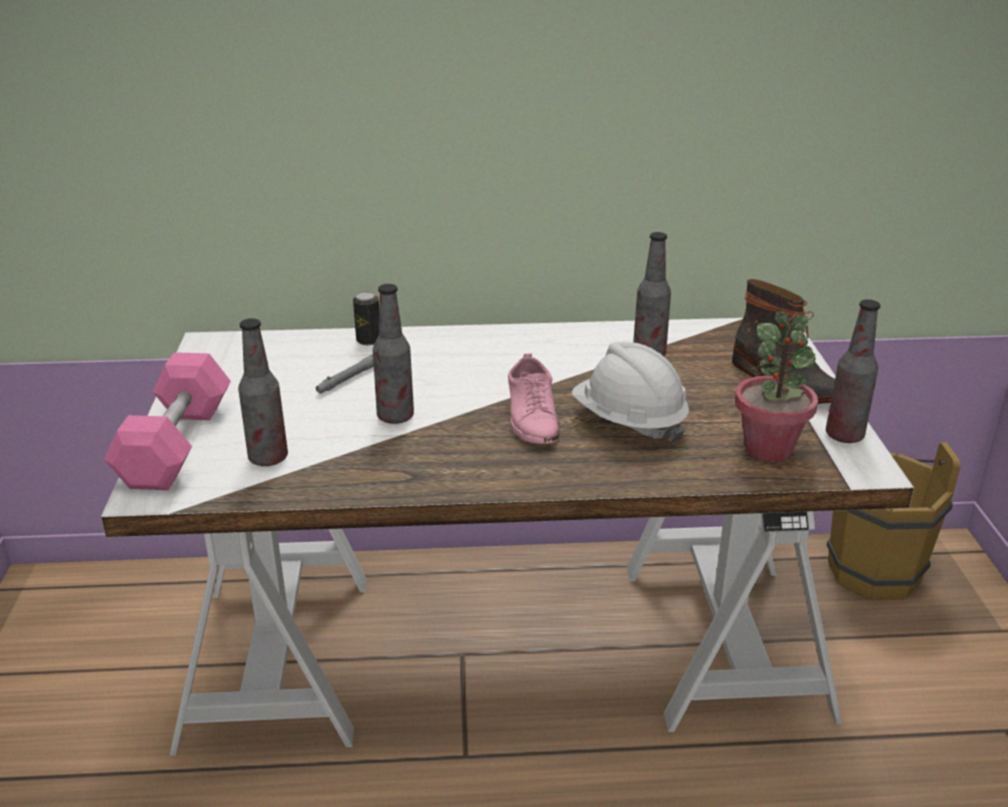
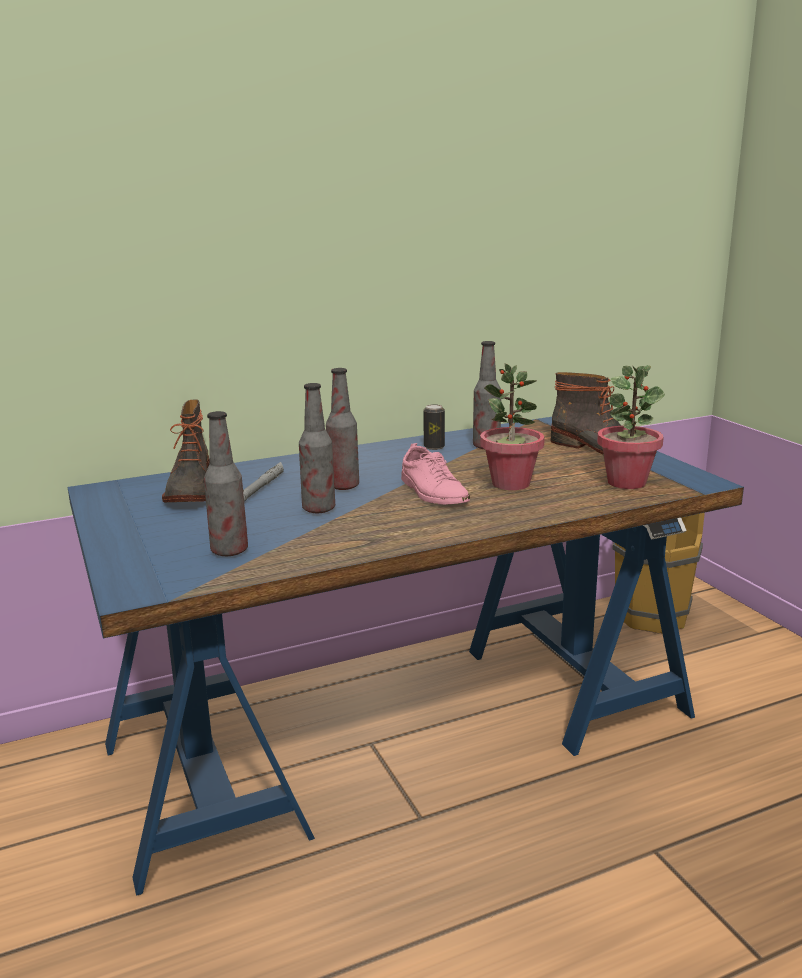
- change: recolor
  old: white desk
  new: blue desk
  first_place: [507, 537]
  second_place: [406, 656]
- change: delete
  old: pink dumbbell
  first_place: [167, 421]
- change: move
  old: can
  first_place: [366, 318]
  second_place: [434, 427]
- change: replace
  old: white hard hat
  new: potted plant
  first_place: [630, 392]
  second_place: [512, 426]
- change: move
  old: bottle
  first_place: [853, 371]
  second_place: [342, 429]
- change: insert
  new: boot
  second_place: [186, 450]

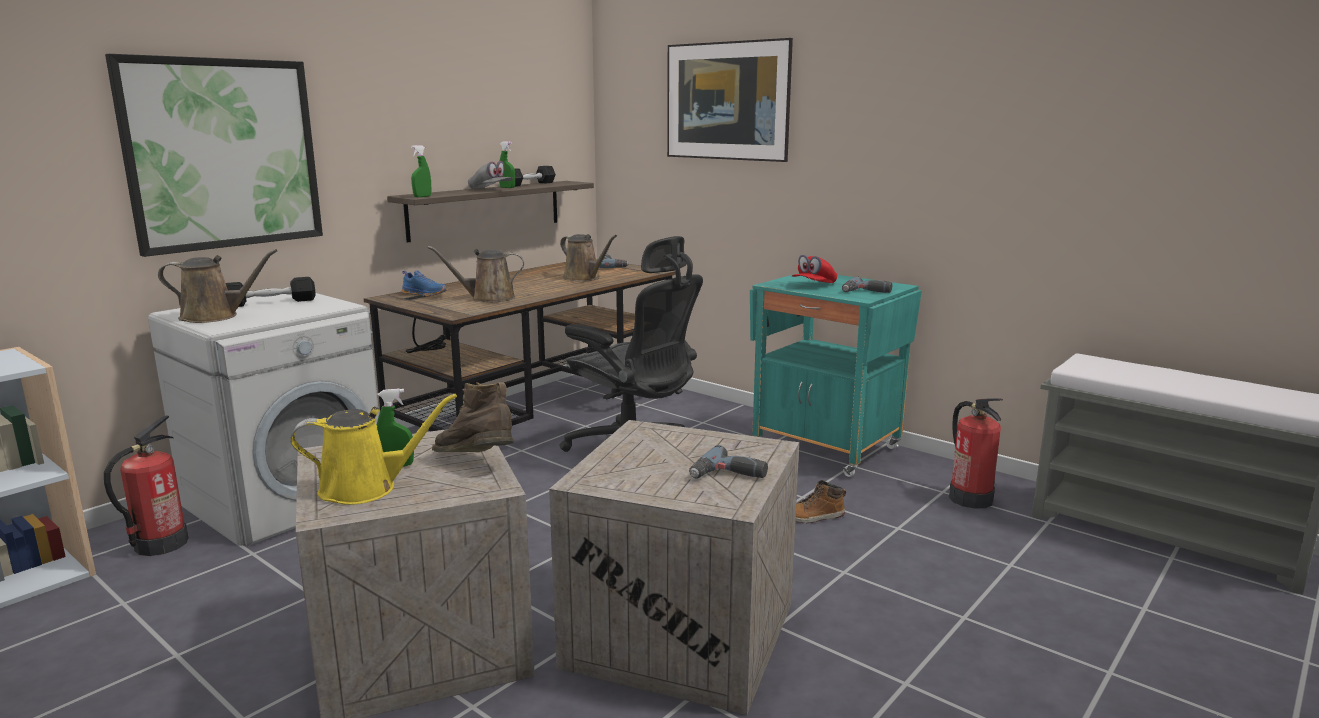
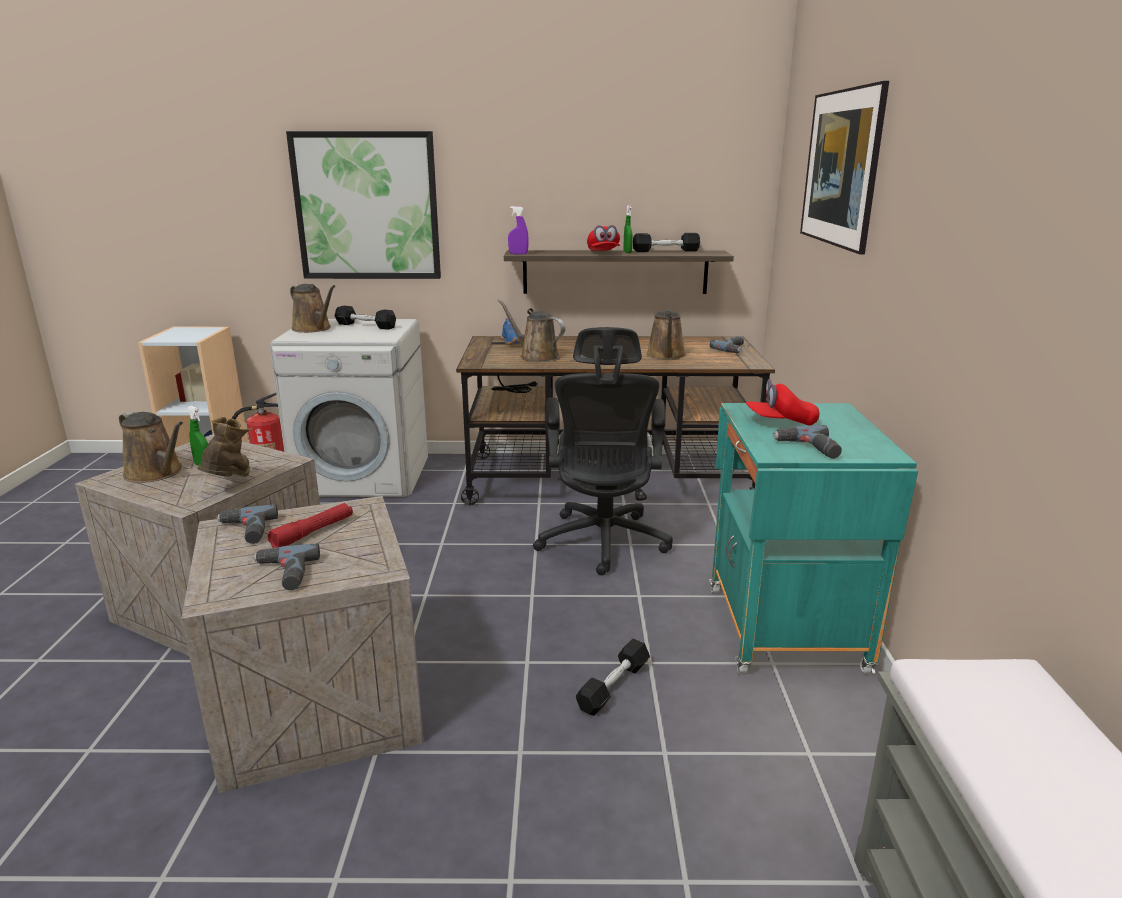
- change: recolor
  old: yellow watering can
  new: brown watering can
  first_place: [373, 449]
  second_place: [151, 447]
- change: recolor
  old: green spray bottle
  new: purple spray bottle
  first_place: [421, 171]
  second_place: [518, 230]
- change: recolor
  old: grey cap
  new: red cap
  first_place: [490, 175]
  second_place: [603, 238]
- change: replace
  old: boot
  new: black dumbbell
  first_place: [820, 501]
  second_place: [613, 677]
- change: delete
  old: fire extinguisher
  first_place: [976, 453]
- change: insert
  new: power drill
  second_place: [247, 524]
- change: insert
  new: red flashlight
  second_place: [310, 525]

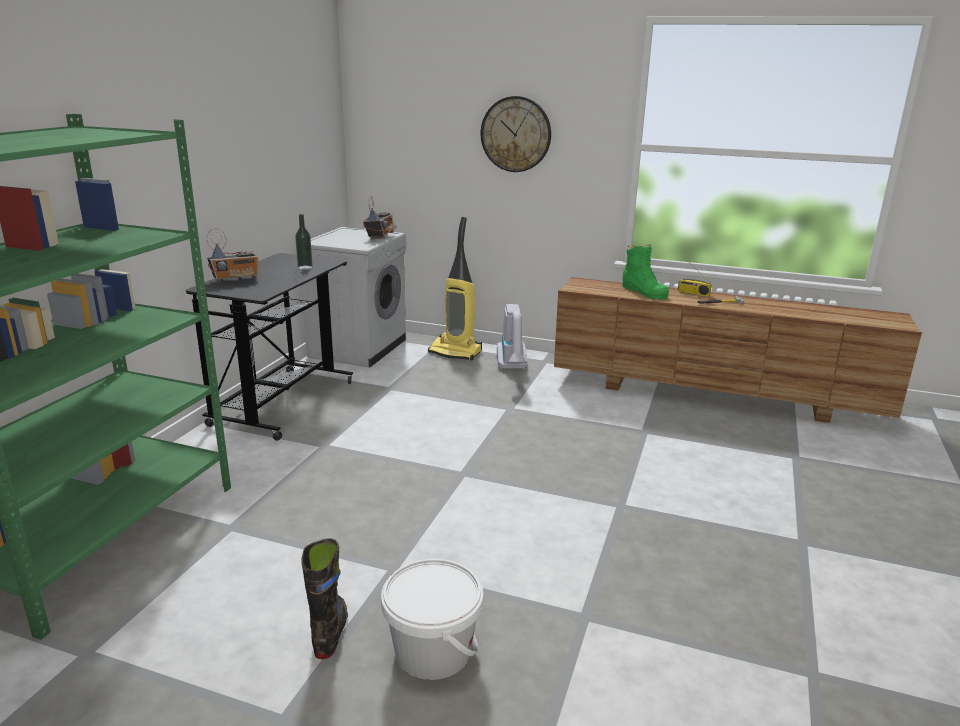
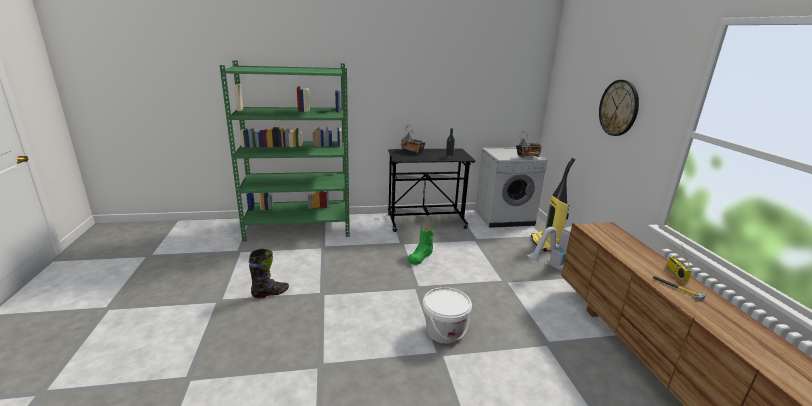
- change: move
  old: white bucket
  first_place: [432, 619]
  second_place: [447, 315]
- change: move
  old: green boot
  first_place: [645, 272]
  second_place: [421, 246]

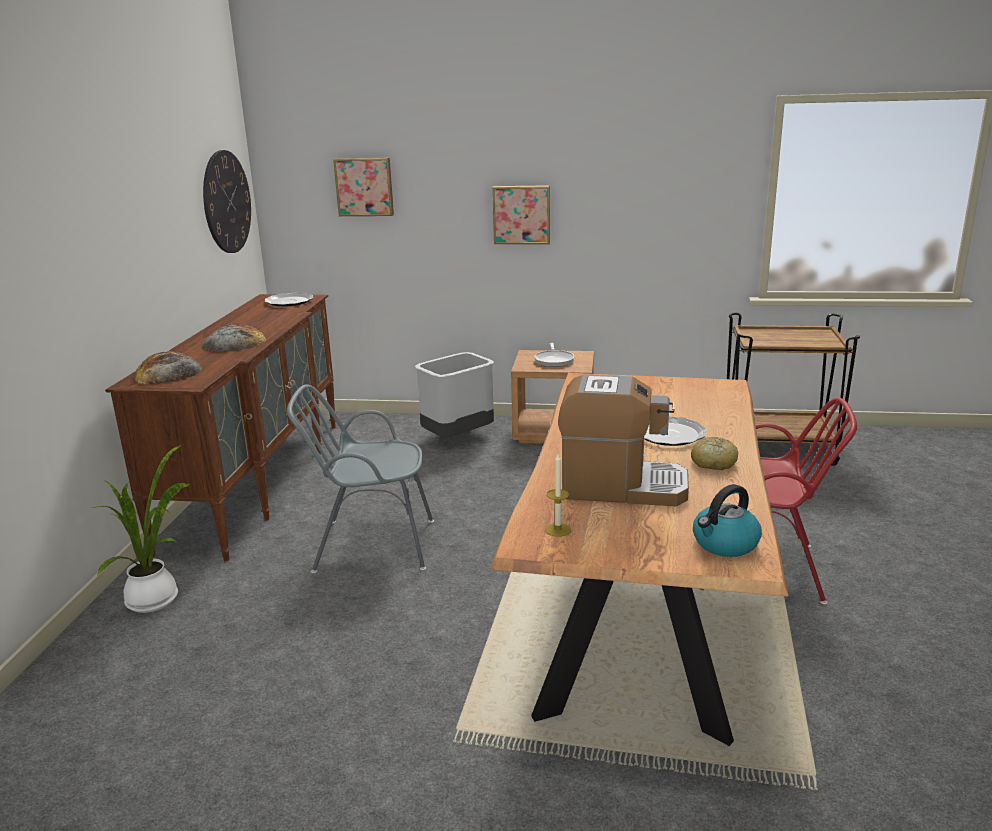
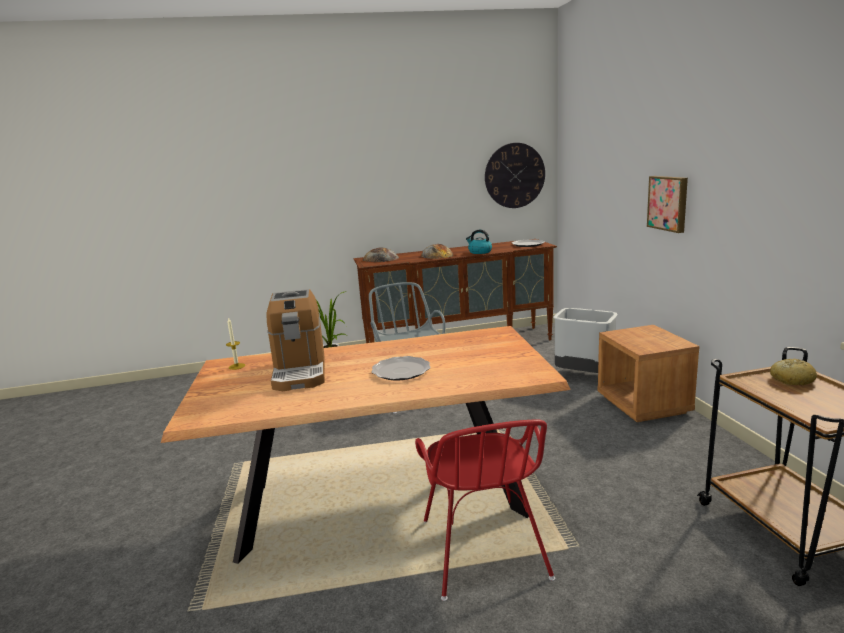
- change: delete
  old: picture
  first_place: [363, 187]
- change: delete
  old: frying pan
  first_place: [554, 355]
- change: move
  old: bread
  first_place: [714, 453]
  second_place: [793, 372]
- change: move
  old: kettle
  first_place: [727, 520]
  second_place: [479, 242]

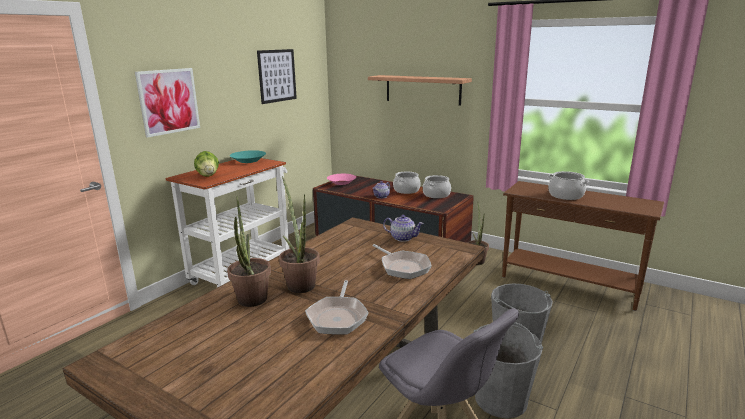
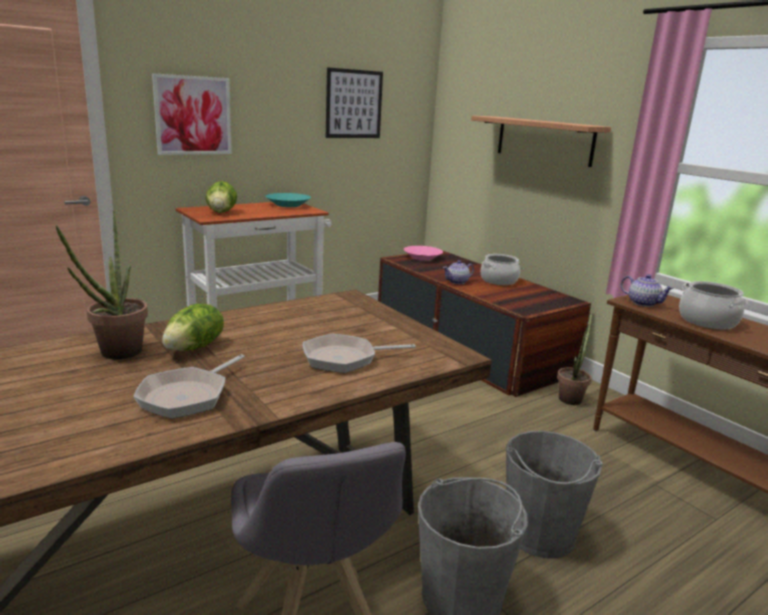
- change: replace
  old: potted plant
  new: lettuce
  first_place: [299, 234]
  second_place: [193, 327]
- change: rotate
  old: frying pan
  first_place: [401, 261]
  second_place: [359, 353]
  degrees: 90
- change: move
  old: teapot
  first_place: [403, 228]
  second_place: [647, 290]
- change: delete
  old: cooking pot
  first_place: [437, 186]

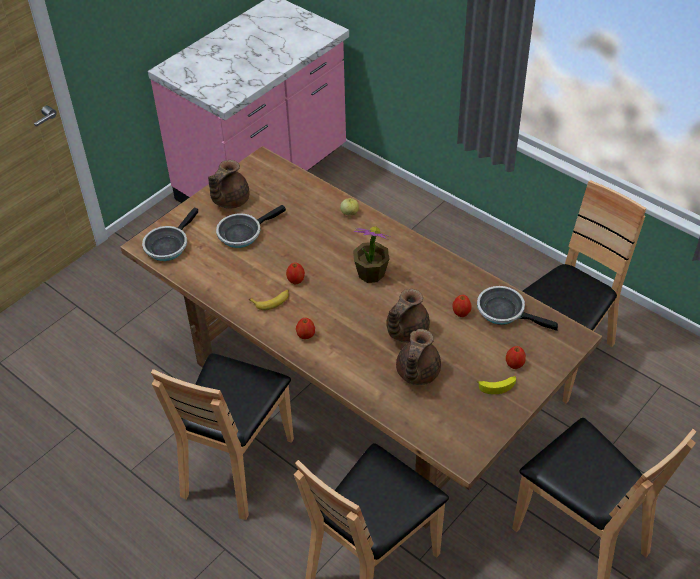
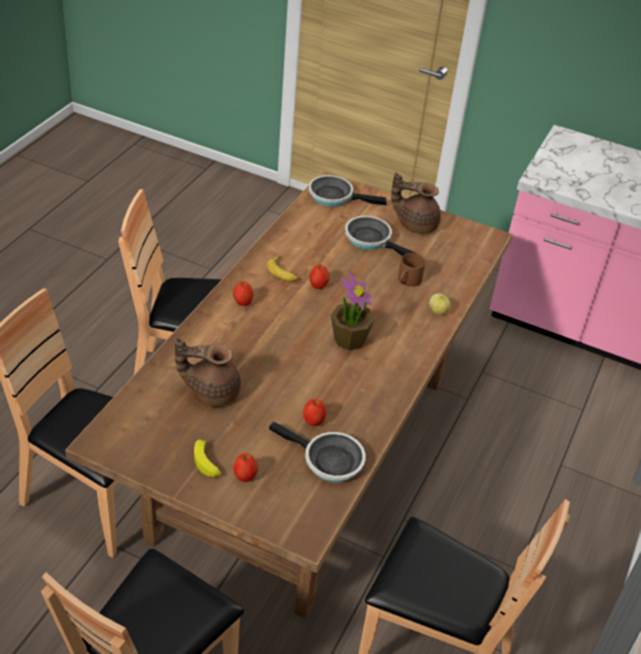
- change: delete
  old: brown teapot
  first_place: [408, 316]
- change: rotate
  old: frying pan
  first_place: [517, 308]
  second_place: [317, 452]
  degrees: 105
- change: insert
  new: brown mug
  second_place: [411, 270]

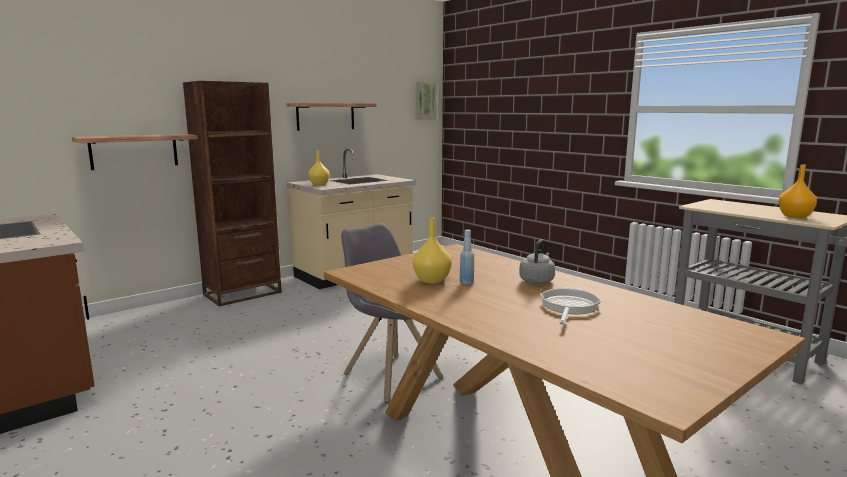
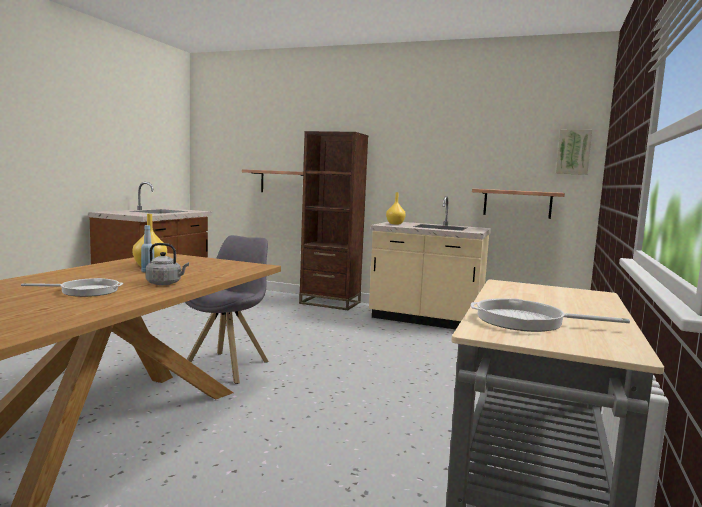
- change: move
  old: shelf
  first_place: [331, 117]
  second_place: [518, 204]
- change: replace
  old: orange vase
  new: frying pan
  first_place: [797, 191]
  second_place: [550, 315]

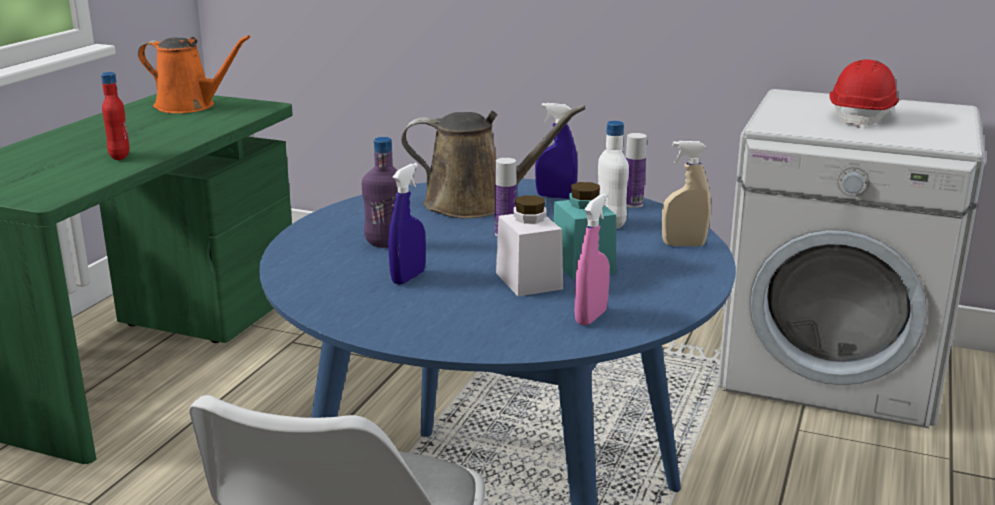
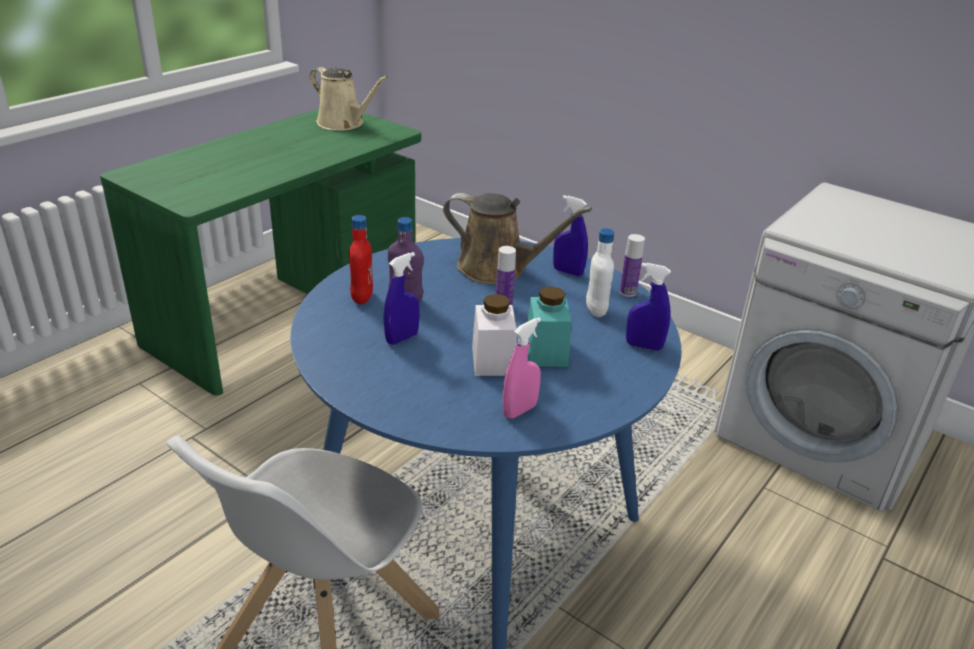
- change: move
  old: red bottle
  first_place: [115, 116]
  second_place: [361, 259]
- change: recolor
  old: orange watering can
  new: beige watering can
  first_place: [194, 74]
  second_place: [349, 99]
- change: recolor
  old: beige spray bottle
  new: blue spray bottle
  first_place: [686, 193]
  second_place: [648, 307]
- change: delete
  old: red hard hat
  first_place: [864, 93]

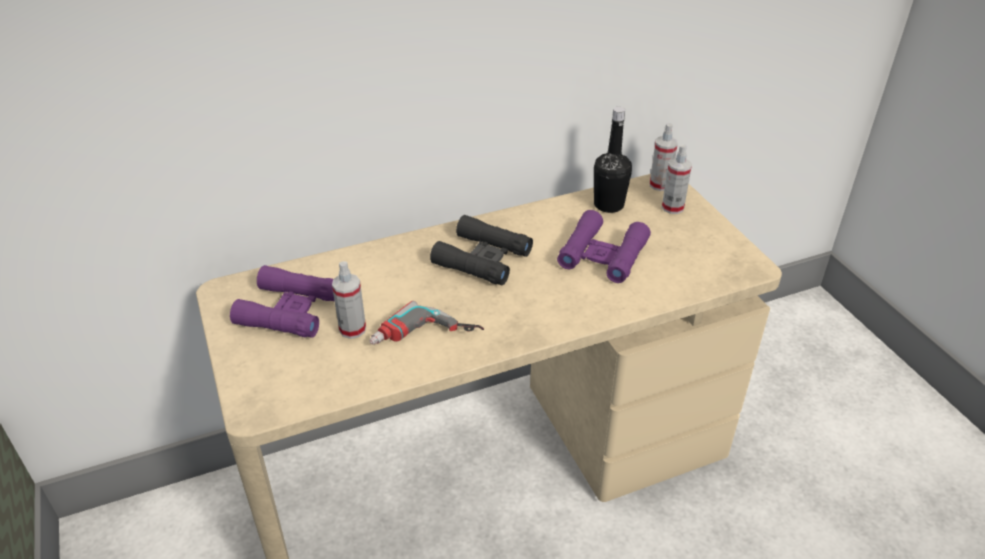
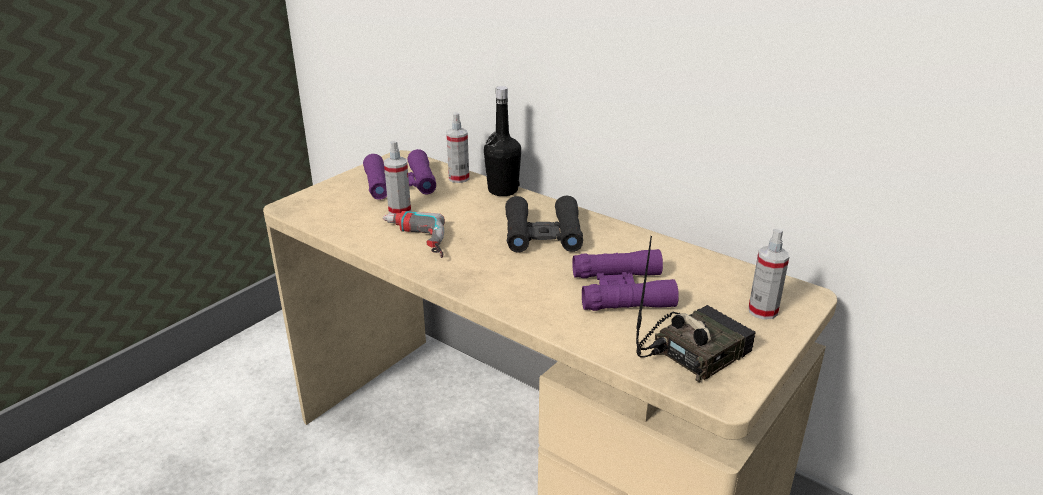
- change: move
  old: black bottle
  first_place: [613, 160]
  second_place: [502, 141]
- change: move
  old: spray bottle
  first_place: [664, 157]
  second_place: [457, 147]
- change: insert
  new: radio
  second_place: [696, 309]

